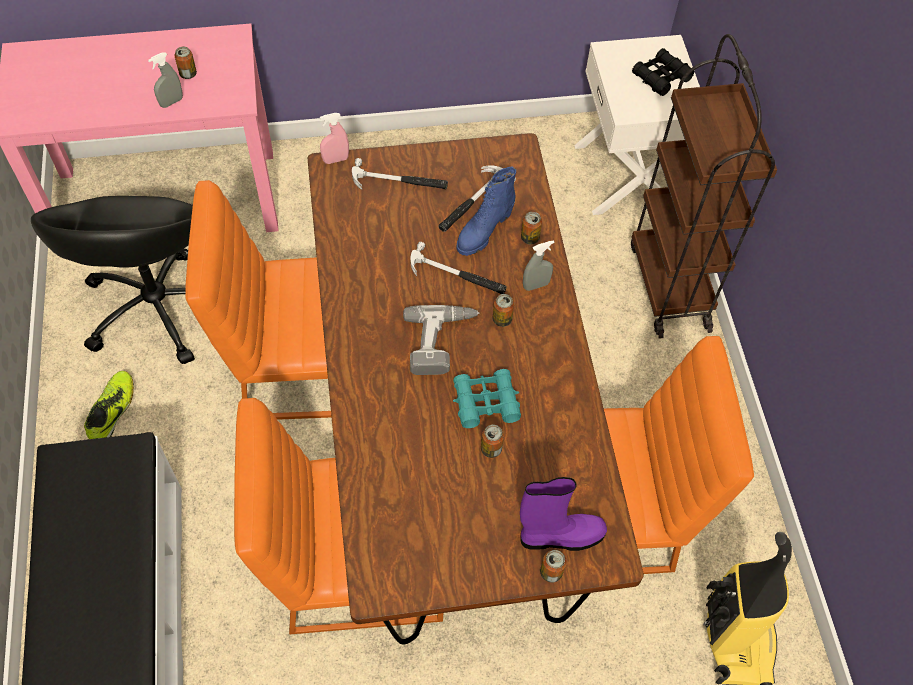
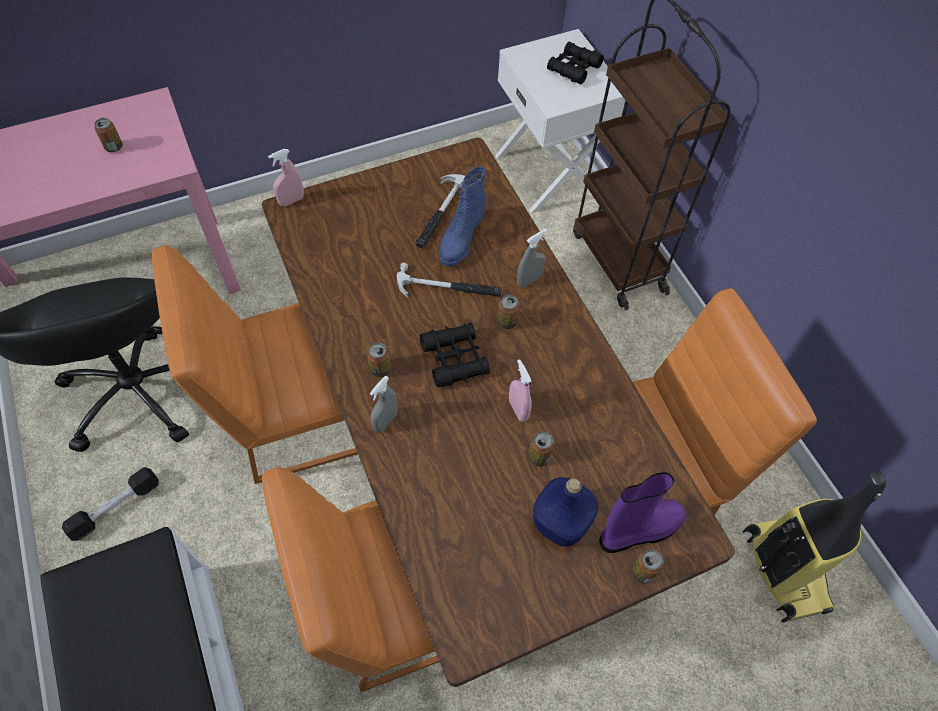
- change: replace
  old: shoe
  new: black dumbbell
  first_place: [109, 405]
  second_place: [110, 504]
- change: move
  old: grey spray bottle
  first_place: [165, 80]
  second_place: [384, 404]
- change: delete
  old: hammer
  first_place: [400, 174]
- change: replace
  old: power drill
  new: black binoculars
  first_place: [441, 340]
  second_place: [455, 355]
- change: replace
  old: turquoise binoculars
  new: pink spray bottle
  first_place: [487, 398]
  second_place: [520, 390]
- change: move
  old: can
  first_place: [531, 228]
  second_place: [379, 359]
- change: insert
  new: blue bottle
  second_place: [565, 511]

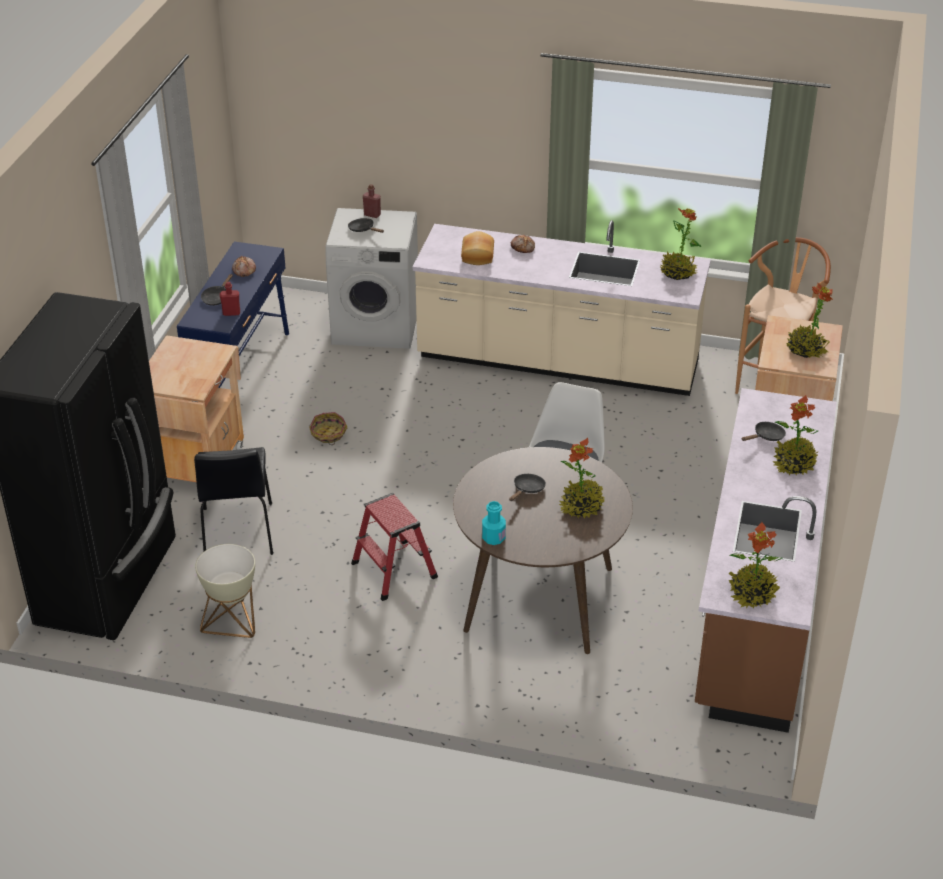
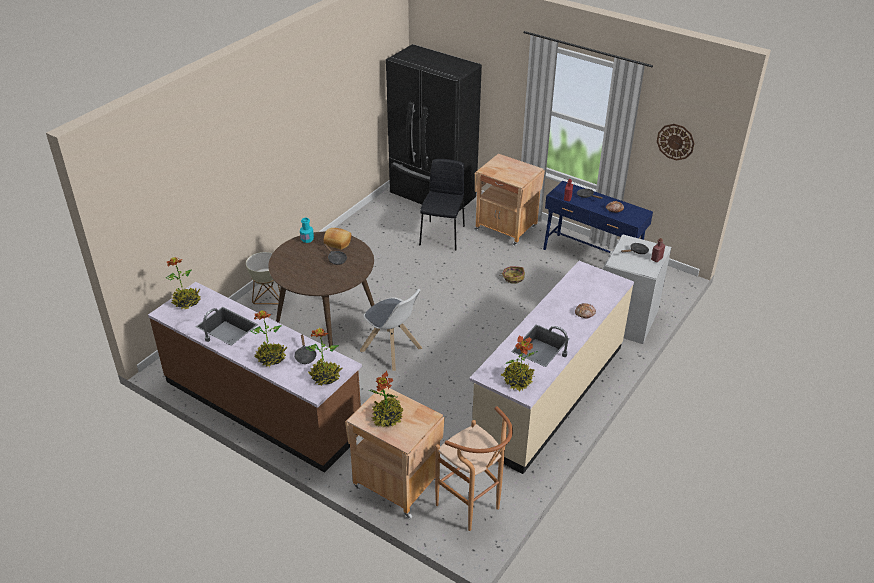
- change: rotate
  old: black chair
  first_place: [233, 501]
  second_place: [442, 205]
  degrees: 90
- change: move
  old: planter
  first_place: [225, 591]
  second_place: [263, 278]
- change: delete
  old: red step ladder
  first_place: [394, 547]
- change: move
  old: bread
  first_place: [477, 248]
  second_place: [337, 239]
- change: move
  old: potted plant
  first_place: [582, 478]
  second_place: [324, 357]
- change: insert
  new: wall clock
  second_place: [676, 142]

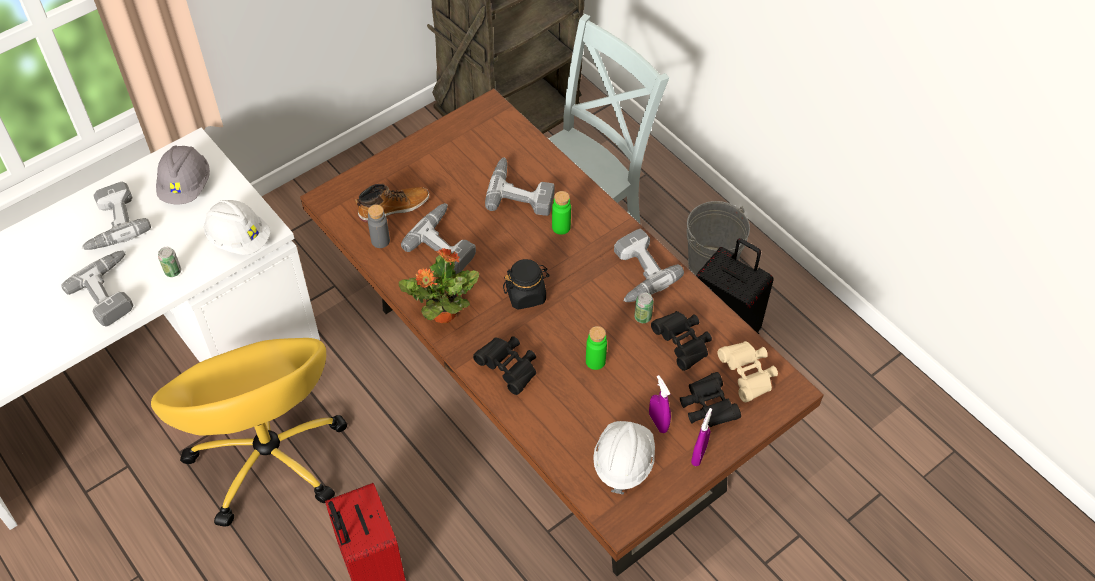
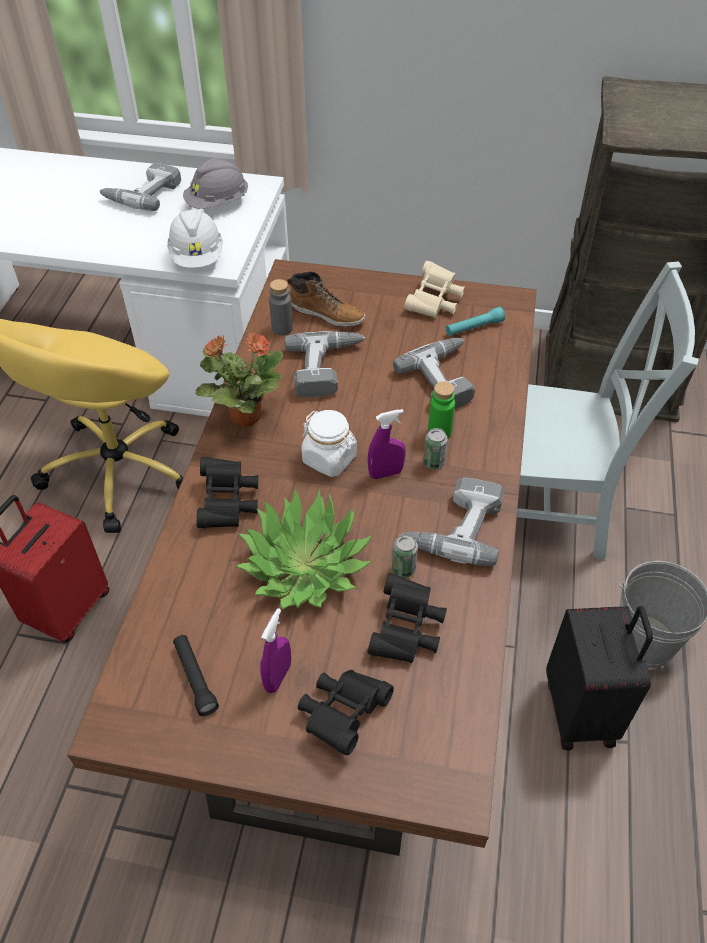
- change: delete
  old: power drill
  first_place: [97, 288]
- change: move
  old: can
  first_place: [169, 262]
  second_place: [435, 448]
- change: recolor
  old: black jar
  new: white jar
  first_place: [526, 284]
  second_place: [329, 443]
- change: replace
  old: green bottle
  new: potted plant
  first_place: [596, 348]
  second_place: [304, 549]
- change: replace
  old: white hard hat
  new: black flashlight
  first_place: [624, 458]
  second_place: [196, 675]
- change: move
  old: purple spray bottle
  first_place: [701, 437]
  second_place: [387, 444]
- change: move
  old: beige binoculars
  first_place: [748, 371]
  second_place: [434, 289]
- change: insert
  new: turquoise flashlight
  second_place: [475, 321]

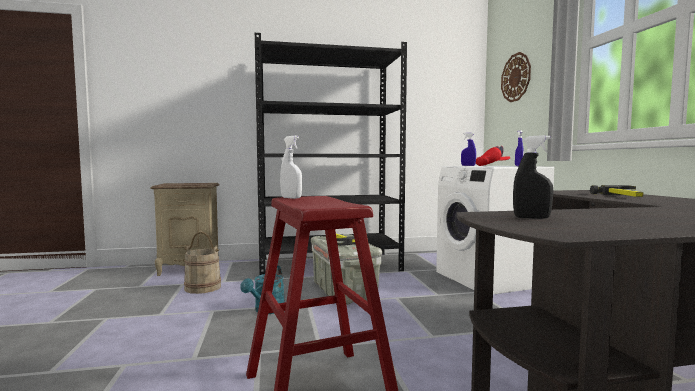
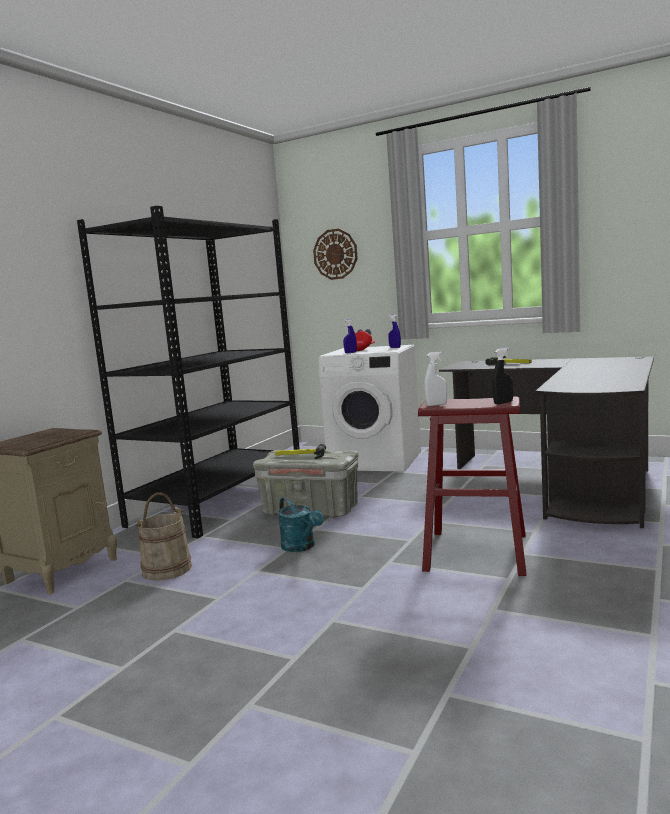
- change: move
  old: black spray bottle
  first_place: [533, 177]
  second_place: [502, 376]

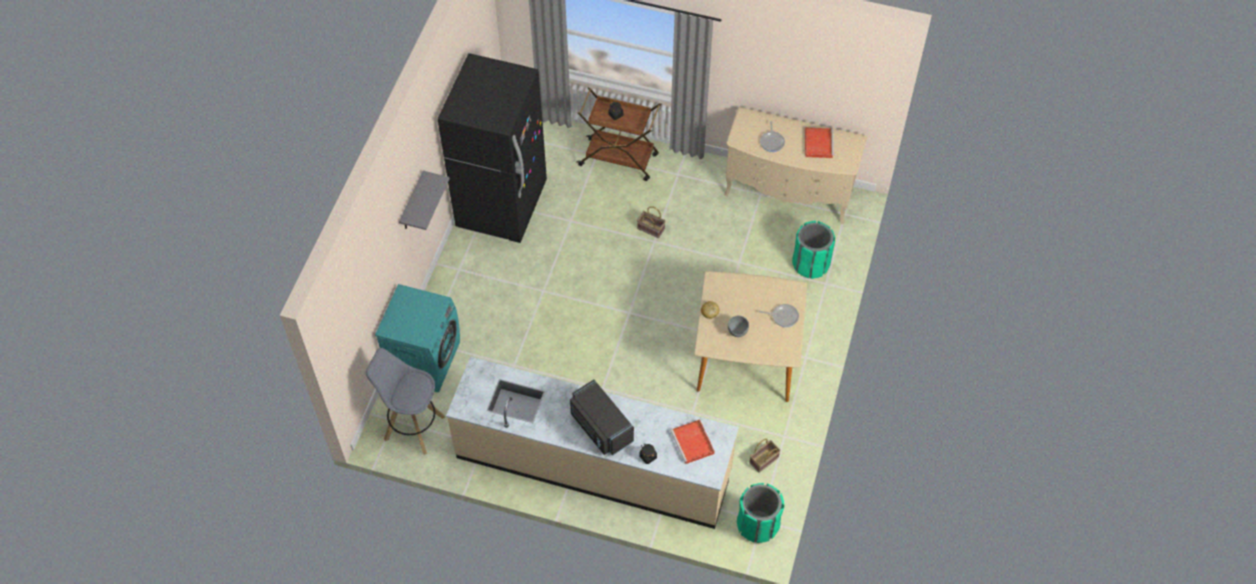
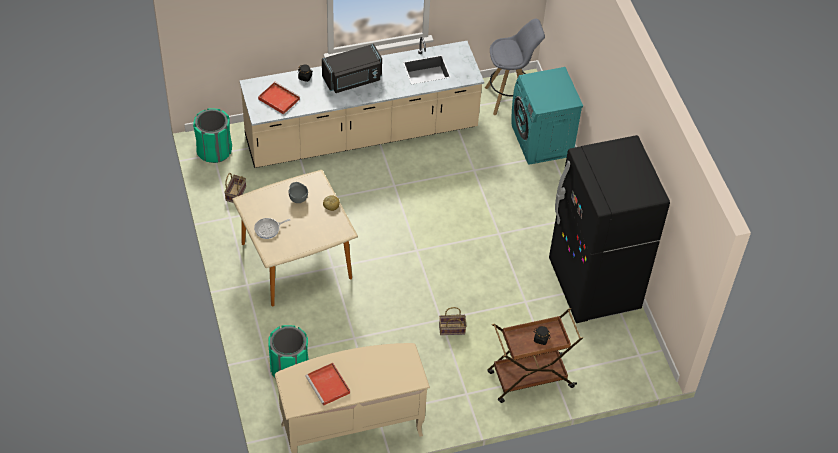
- change: delete
  old: grey shelf
  first_place: [424, 200]
- change: rotate
  old: black microwave
  first_place: [602, 417]
  second_place: [352, 68]
  degrees: 135
- change: delete
  old: frying pan
  first_place: [772, 136]

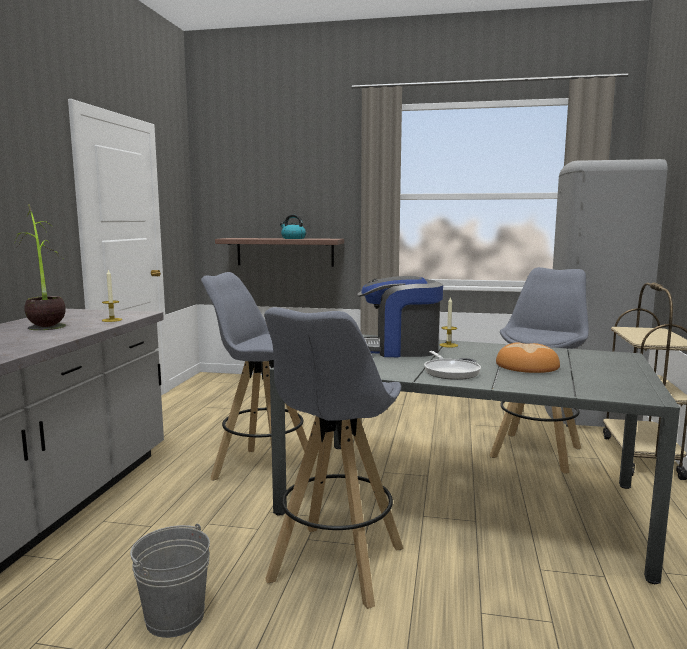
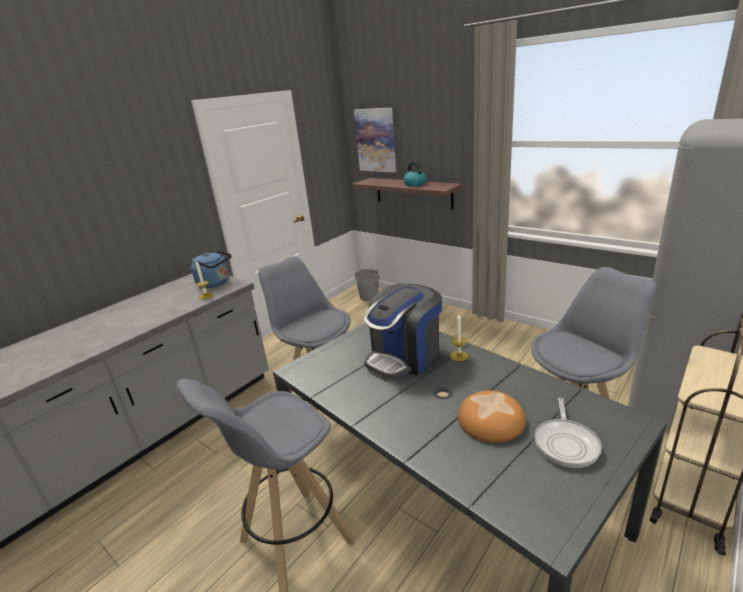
- change: delete
  old: potted plant
  first_place: [40, 267]
- change: move
  old: grey bucket
  first_place: [170, 581]
  second_place: [366, 284]
- change: rotate
  old: coffee machine
  first_place: [400, 316]
  second_place: [403, 331]
  degrees: -75
- change: move
  old: frying pan
  first_place: [452, 365]
  second_place: [568, 433]
- change: insert
  new: blue kettle
  second_place: [211, 269]
- change: insert
  new: picture
  second_place: [375, 140]

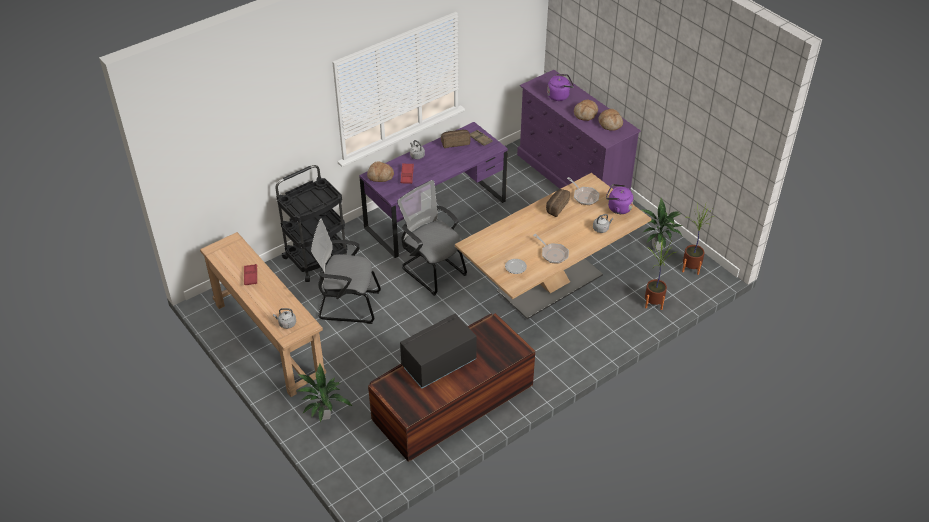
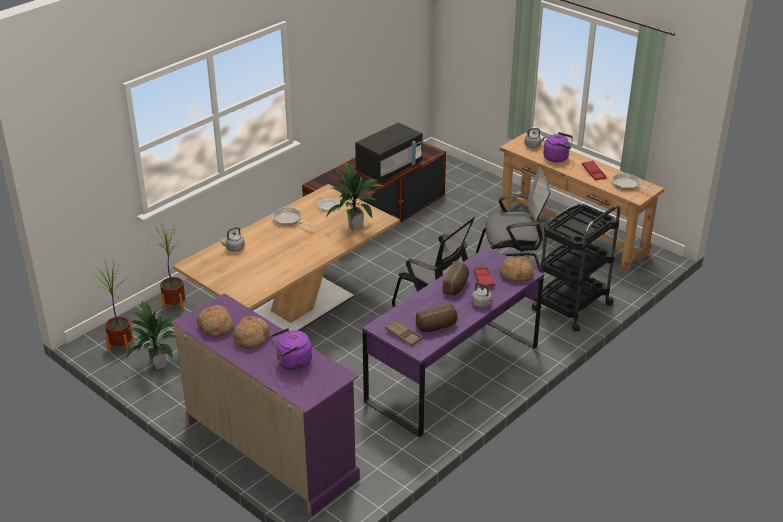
- change: move
  old: potted plant
  first_place: [325, 393]
  second_place: [354, 197]
- change: move
  old: bread
  first_place: [558, 203]
  second_place: [456, 278]
- change: move
  old: frying pan
  first_place: [583, 191]
  second_place: [633, 182]
- change: move
  old: purple kettle
  first_place: [620, 199]
  second_place: [558, 147]

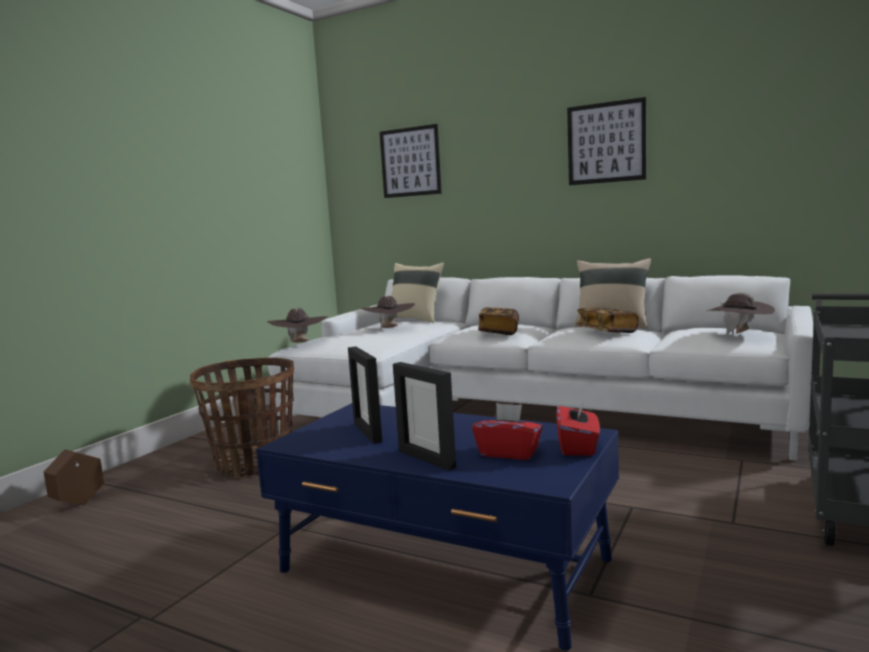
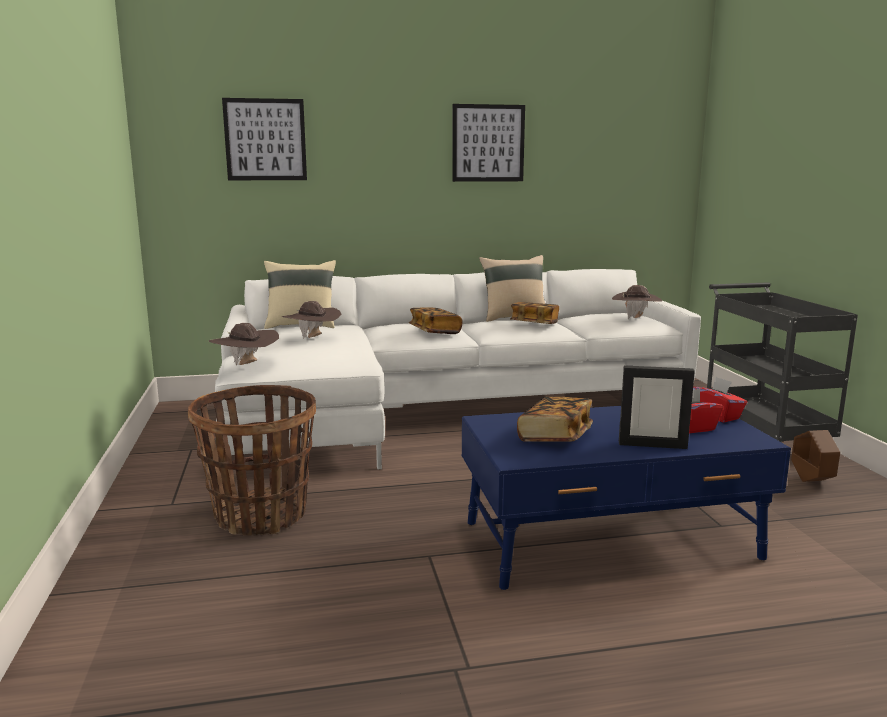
- change: move
  old: brown planter
  first_place: [74, 477]
  second_place: [815, 456]
- change: replace
  old: picture frame
  new: book
  first_place: [365, 395]
  second_place: [555, 419]

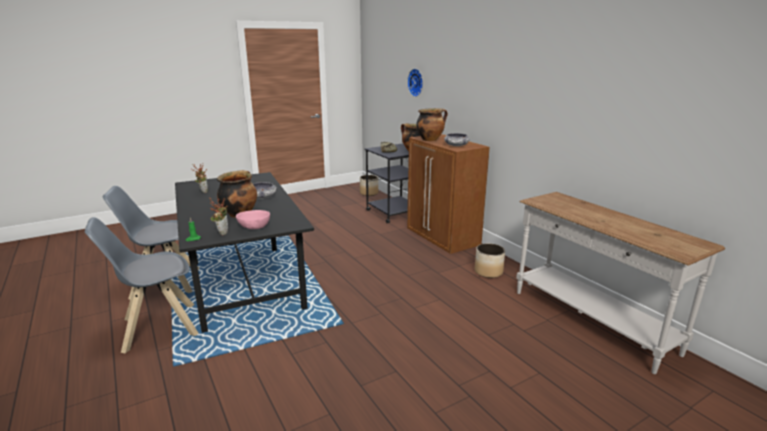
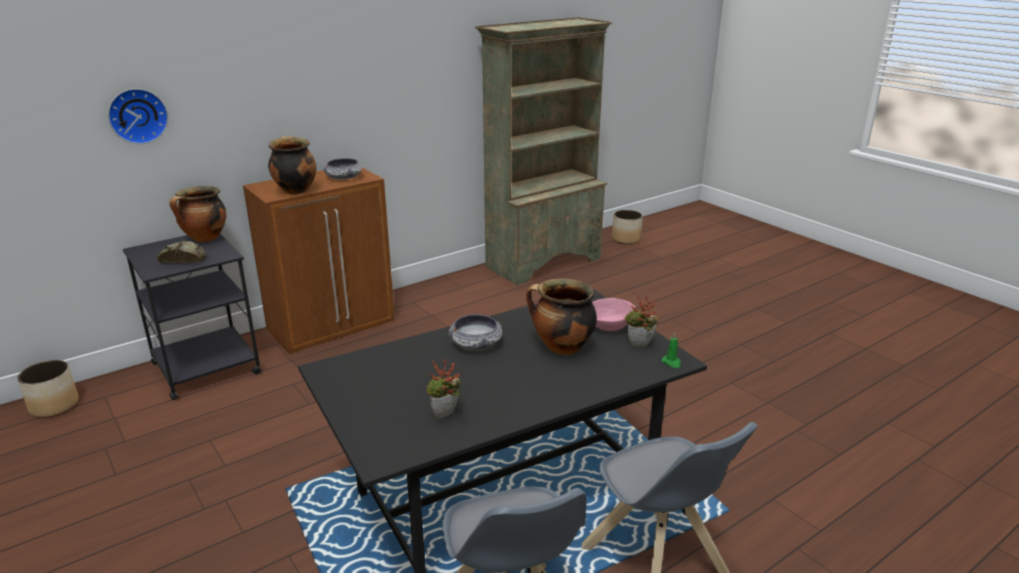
- change: move
  old: planter
  first_place: [490, 260]
  second_place: [627, 227]
- change: replace
  old: white console table
  new: green bookcase
  first_place: [620, 283]
  second_place: [543, 151]

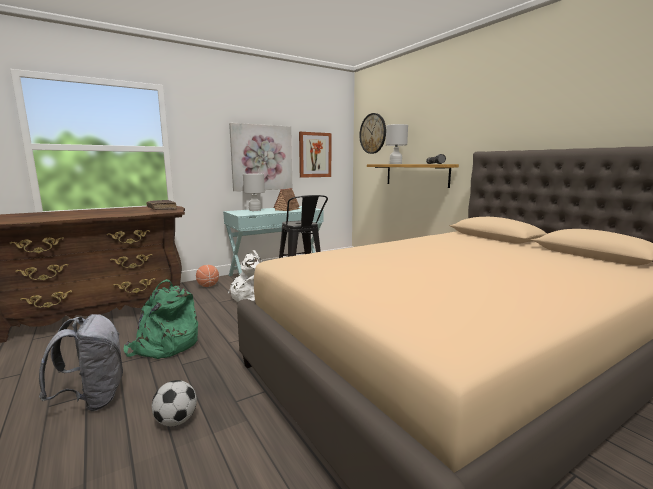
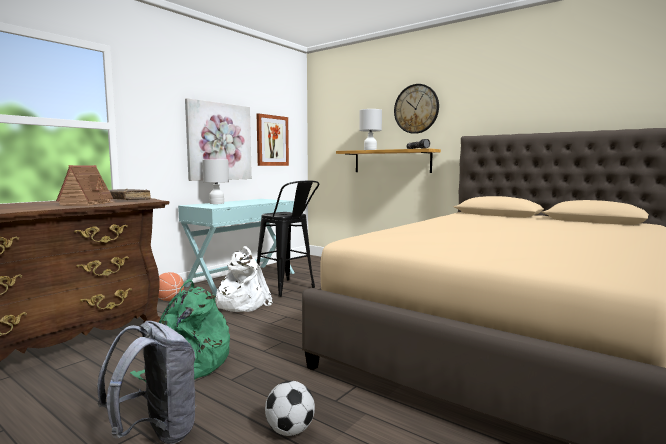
- change: move
  old: toy house
  first_place: [287, 199]
  second_place: [84, 185]
- change: move
  old: wall clock
  first_place: [372, 133]
  second_place: [416, 109]

